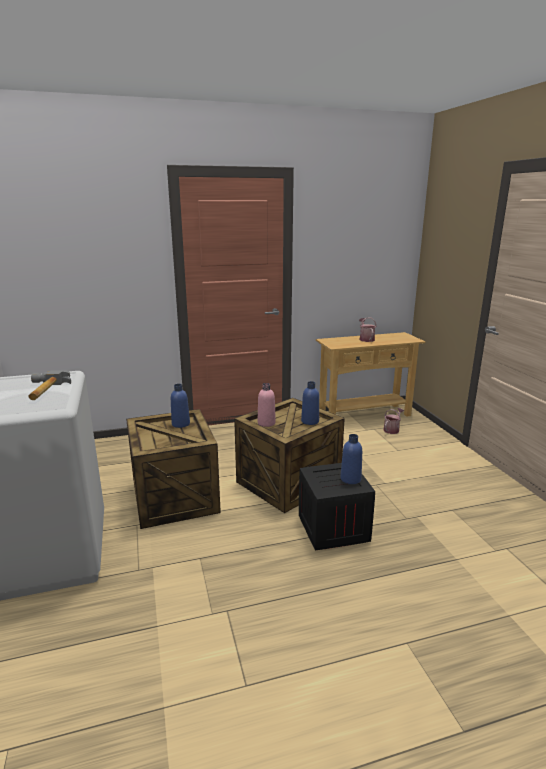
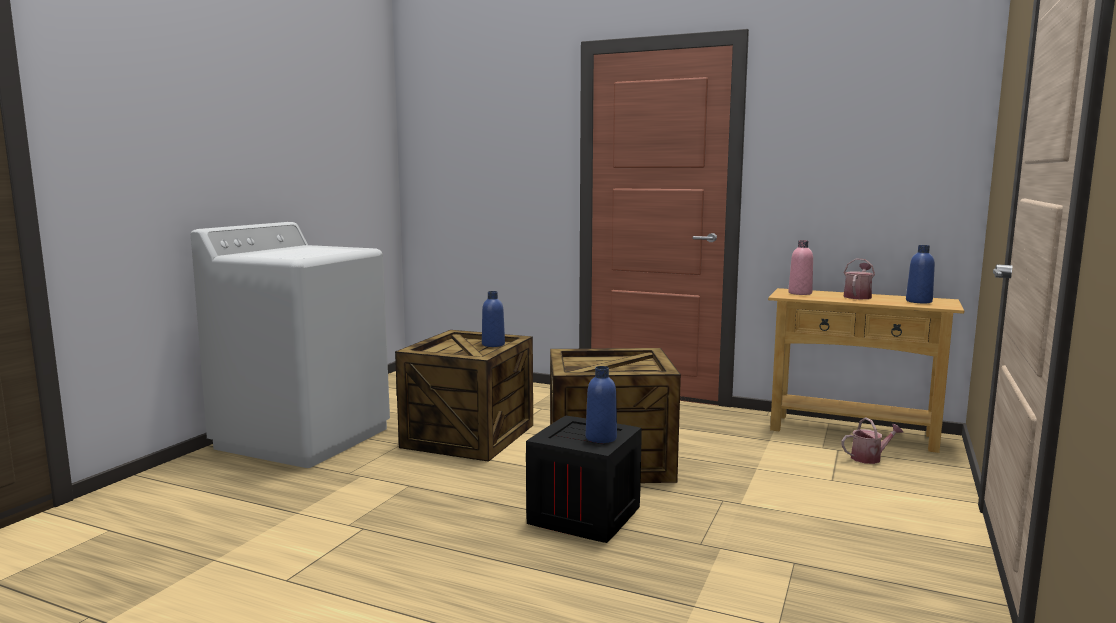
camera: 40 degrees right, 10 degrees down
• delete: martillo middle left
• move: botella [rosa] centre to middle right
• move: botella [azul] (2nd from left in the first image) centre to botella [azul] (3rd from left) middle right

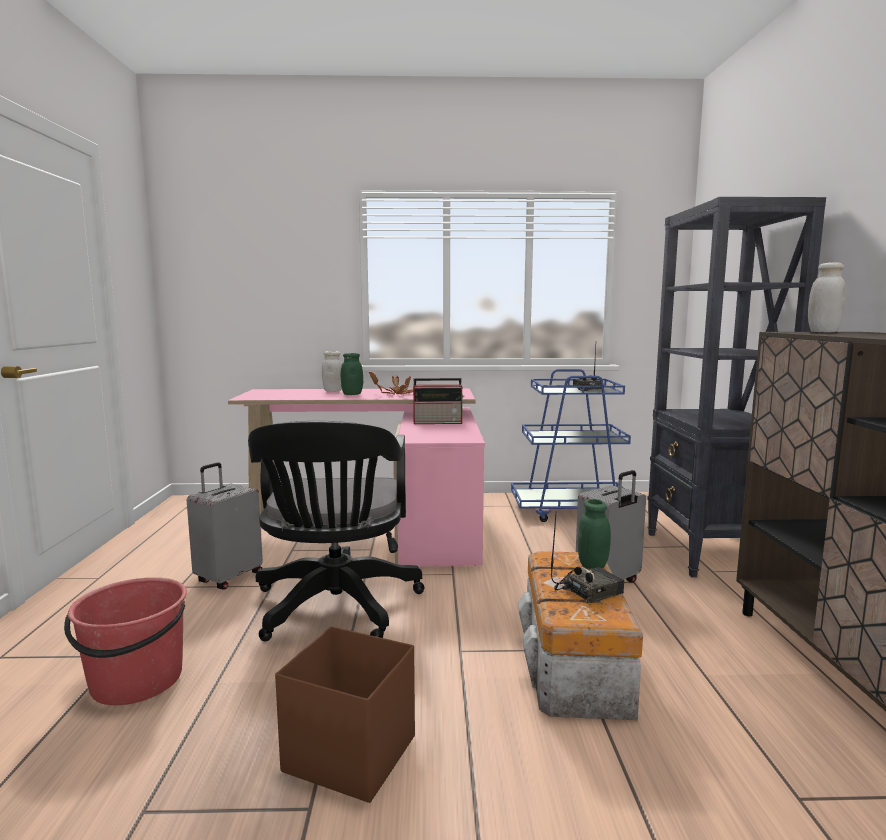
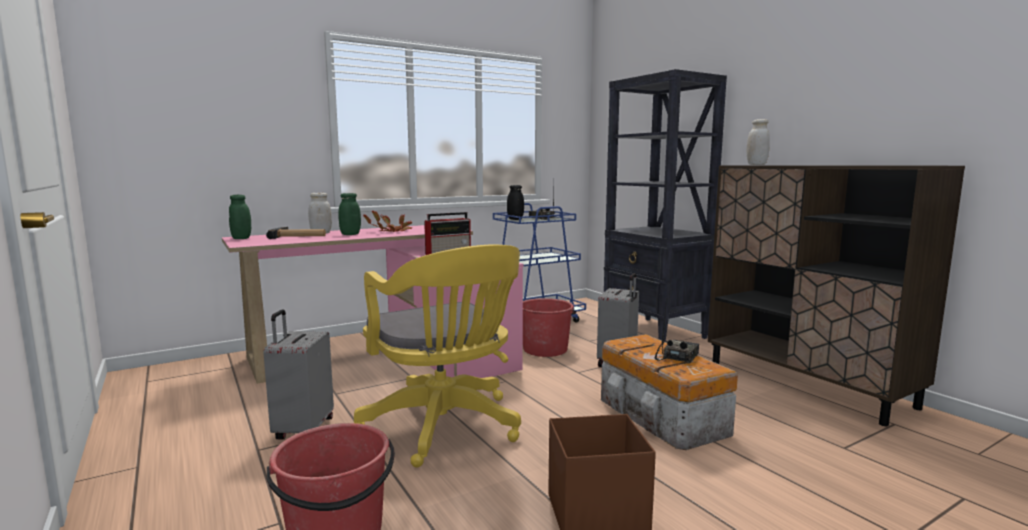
camera: 30 degrees left, 0 degrees up
• recolor: silla de oficina [negro] centre to silla de oficina [amarillo] bottom centre
• move: tarro [verde] (2nd from left in the first image) middle right to tarro [verde] (1st from left) middle left
• insert: martillo middle left
• insert: tarro [negro] centre
• insert: cubo [rojo] (2nd from left) centre

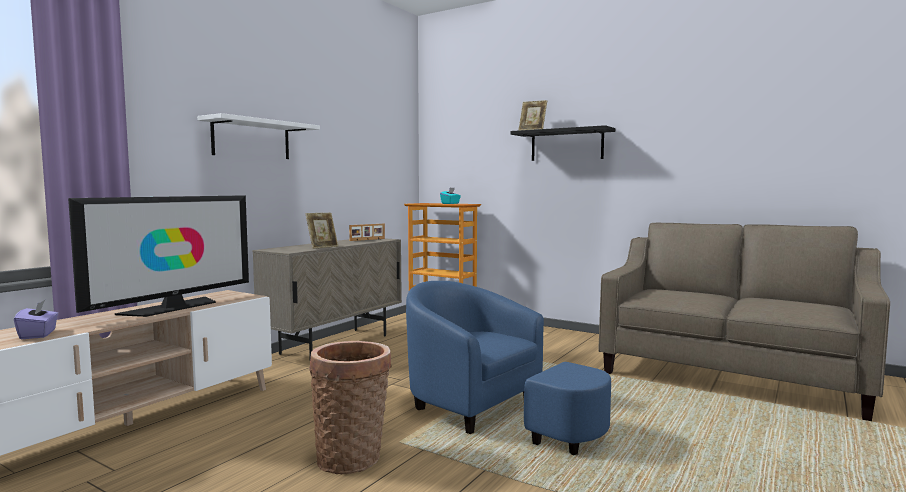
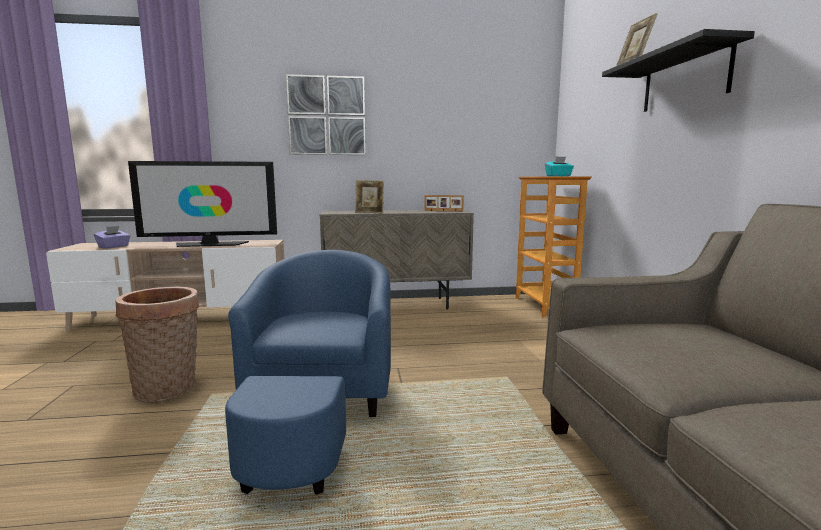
camera: 50 degrees right, 5 degrees up
• replace: estante [blanco] top left to cuadro top centre

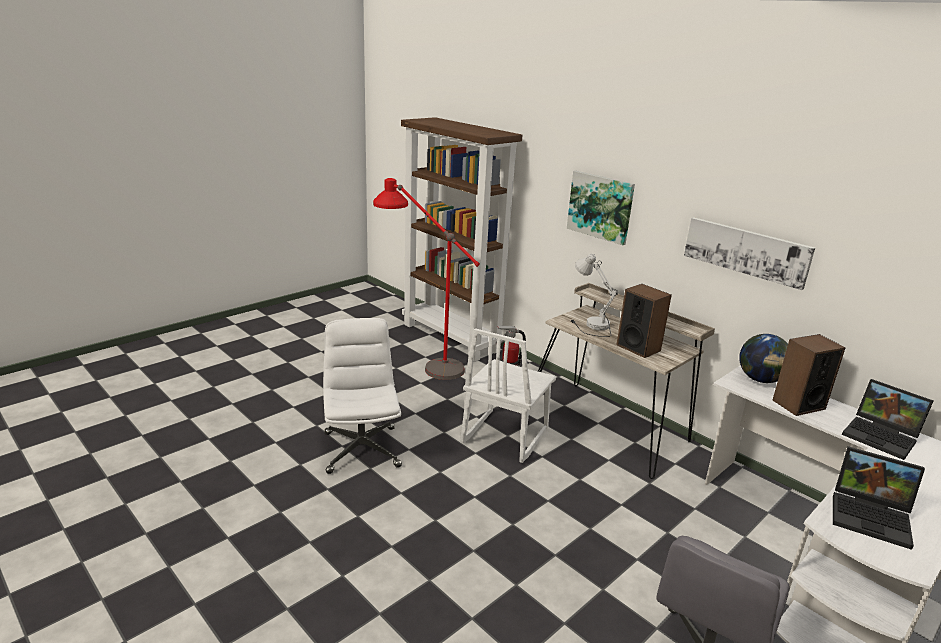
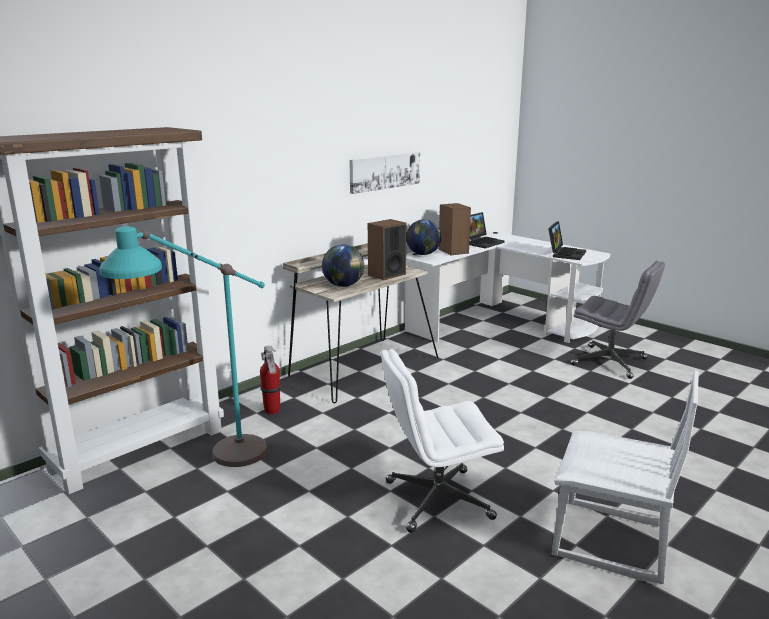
camera: 90 degrees left, 5 degrees down
• recolor: lámpara de pie [rojo] centre to lámpara de pie [turquesa] middle left
• move: silla [blanco] centre to bottom right
• delete: cuadro (1st from left) top centre
• replace: lámpara de mesa [blanco] centre to globo terráqueo (1st from left) centre

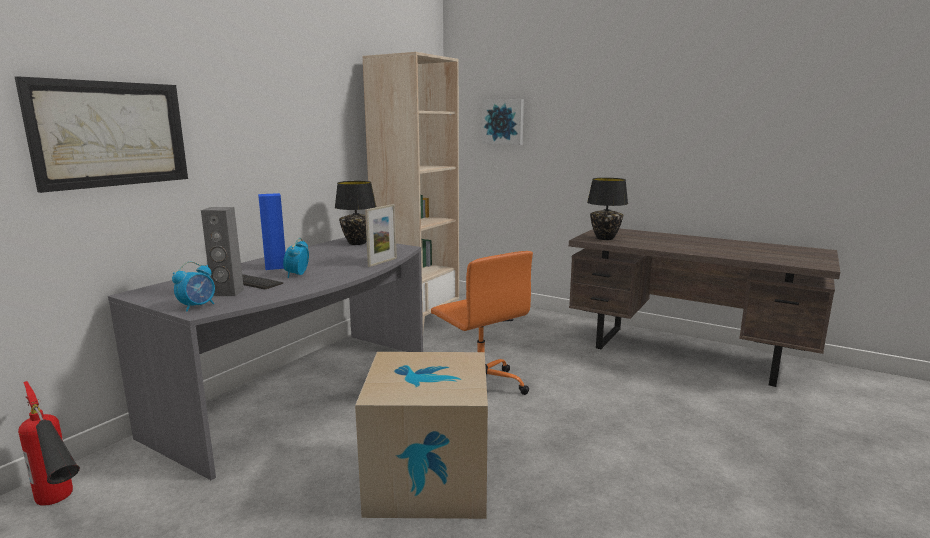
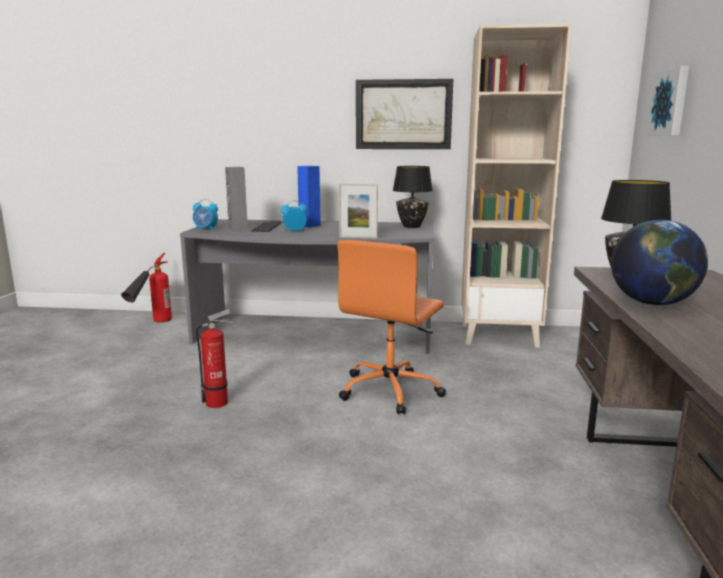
camera: 65 degrees right, 0 degrees up
• move: cuadro (1st from left) top left to top centre
• replace: caja de cartón bottom centre to extintor (2nd from left) middle left
• insert: globo terráqueo middle right

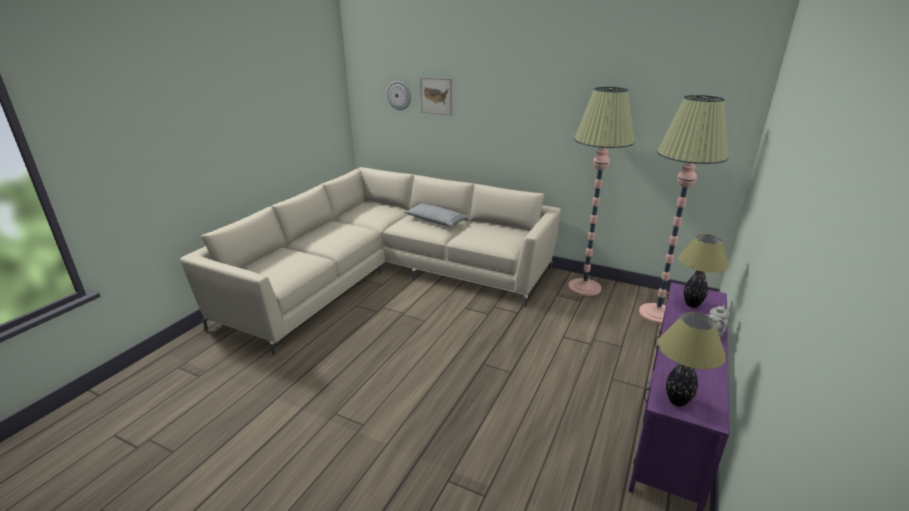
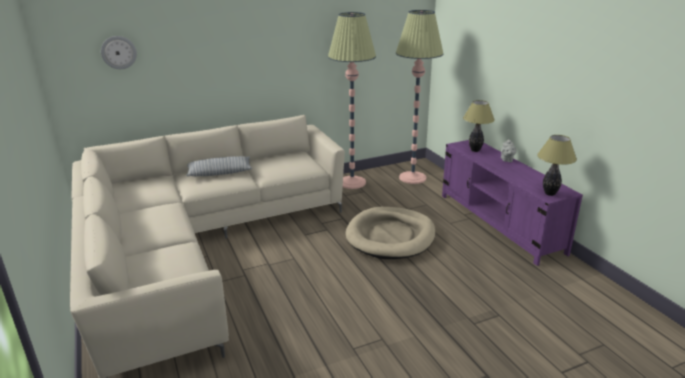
camera: 50 degrees left, 0 degrees up
• delete: cuadro top centre
• insert: cama para perro [beis] centre

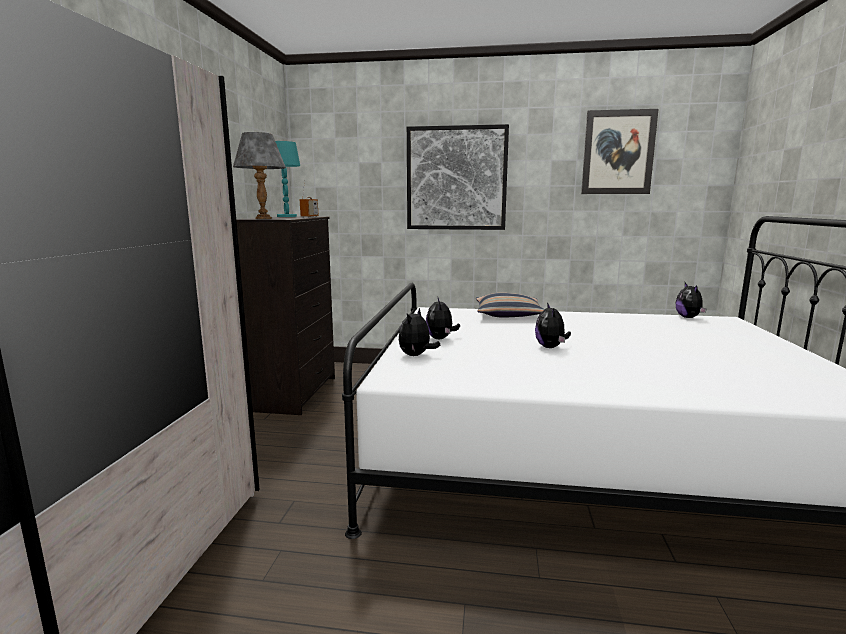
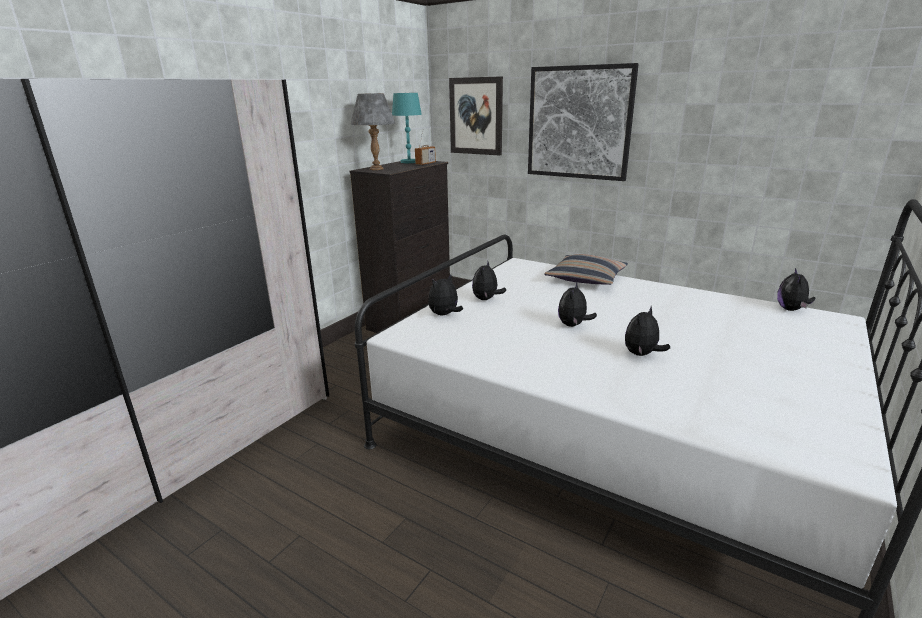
camera: 25 degrees right, 10 degrees up
• move: cuadro (2nd from left in the first image) top right to cuadro (1st from left) top centre
• insert: peluche (4th from left) middle right

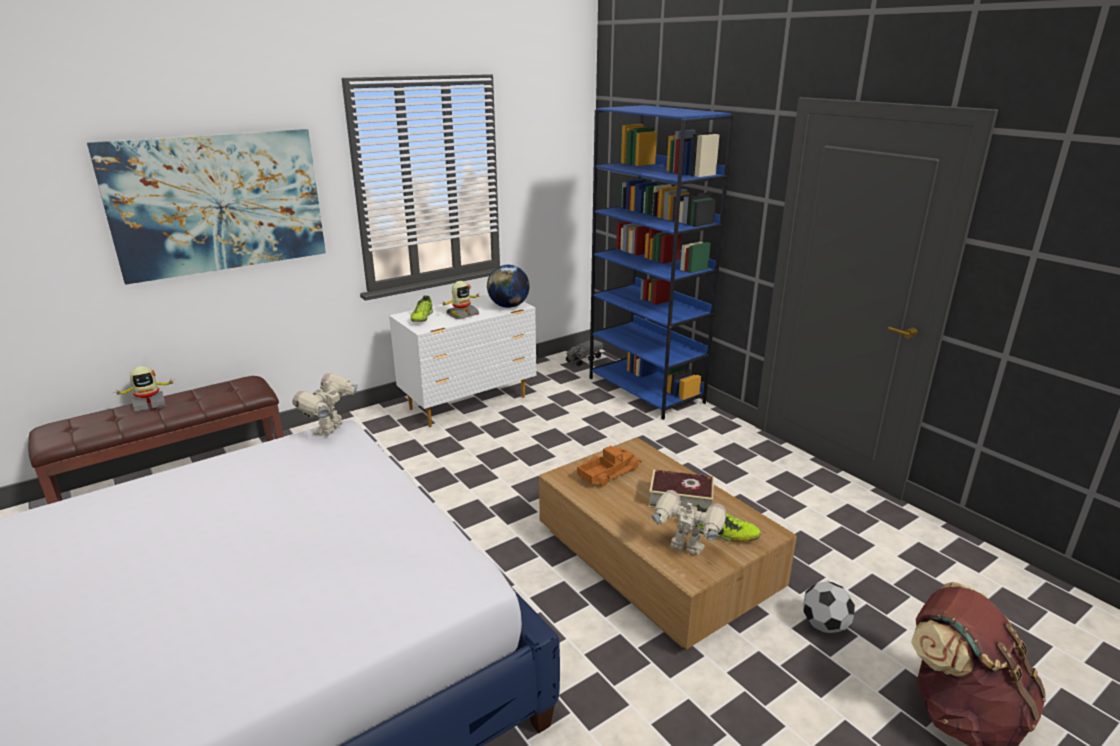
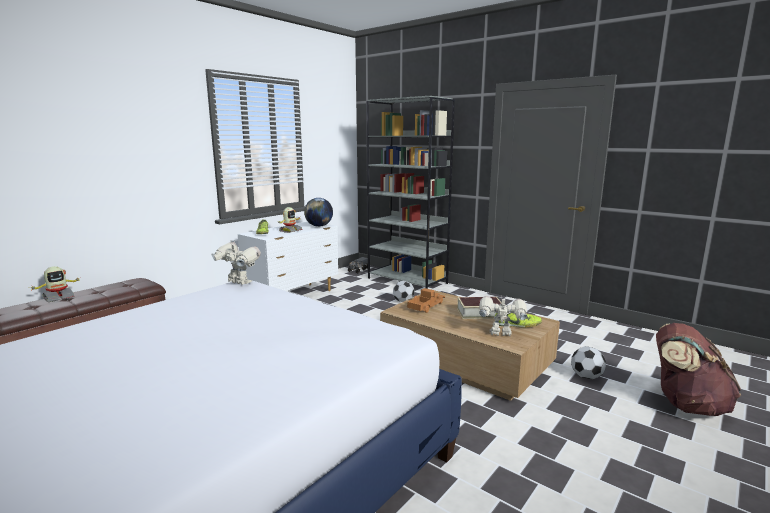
camera: 15 degrees left, 10 degrees down
• delete: cuadro top left
• rotate: robot de juguete (2nd from left) middle left = middle left 120 degrees clockwise
• recolor: estantería [azul] centre to estantería [gris] centre
• insert: balón de fútbol (1st from left) centre

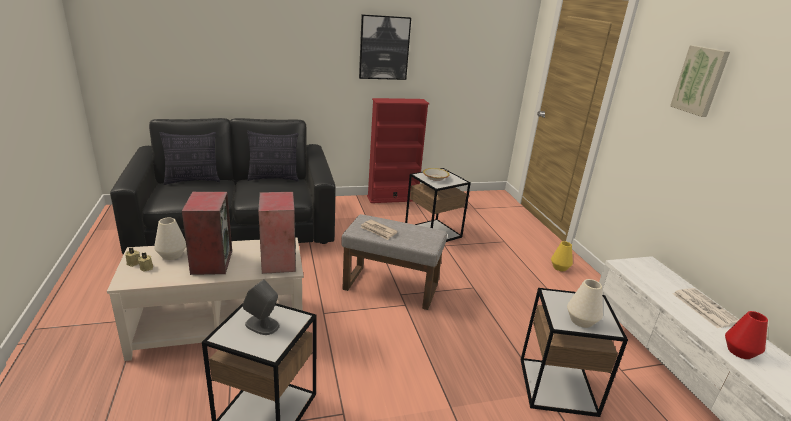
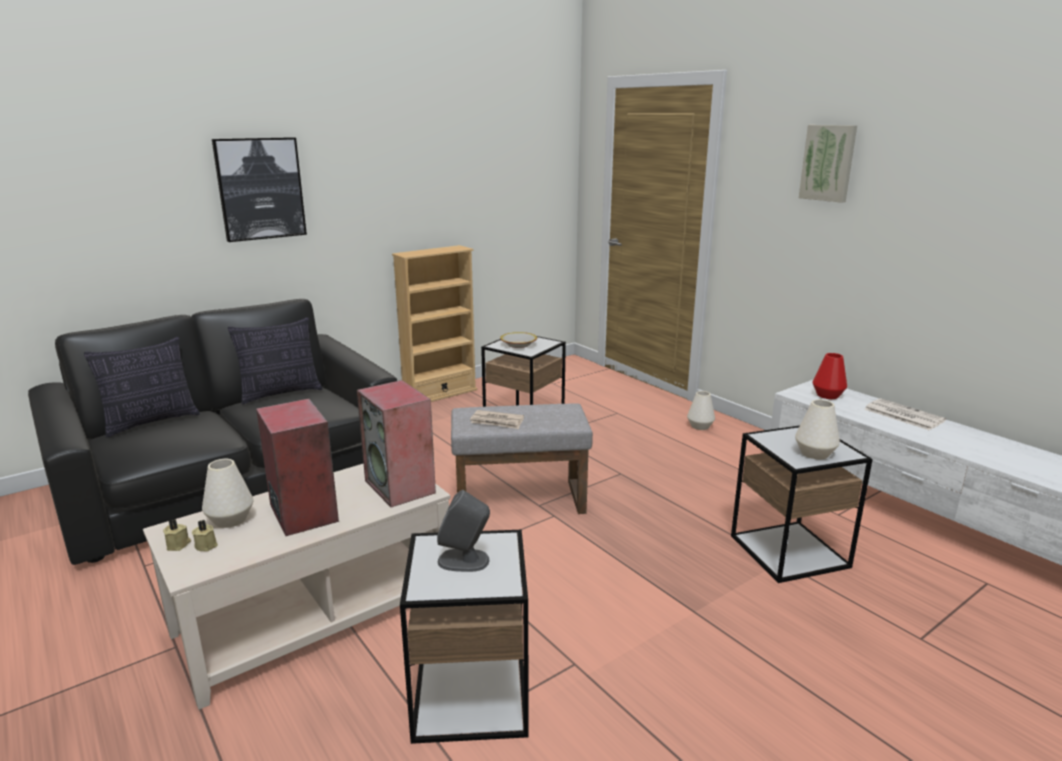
camera: 20 degrees left, 5 degrees down
• move: cuadro (1st from left) top centre to top left
• recolor: estantería [rojo] centre to estantería [beis] centre
• recolor: florero [amarillo] middle right to florero [blanco] (2nd from left) centre
• move: florero [rojo] bottom right to middle right

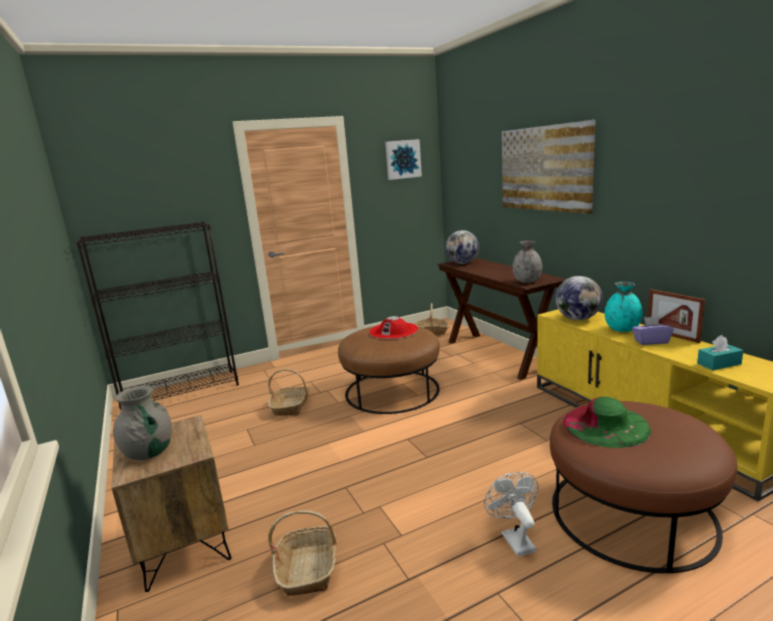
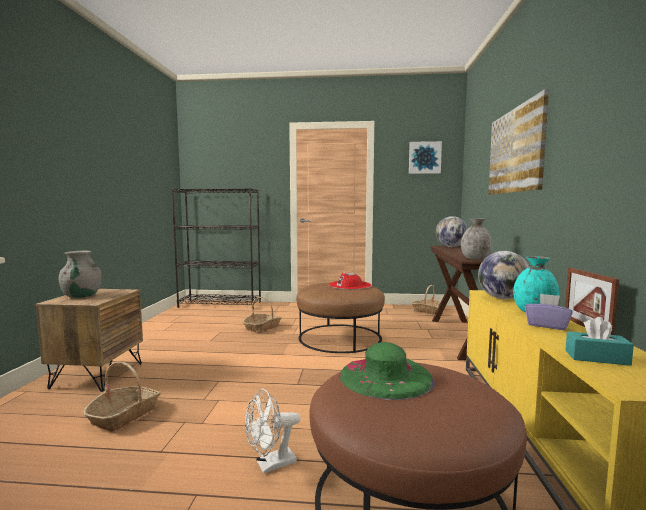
camera: 30 degrees right, 10 degrees down
• rotate: ventilador [blanco] bottom centre = bottom centre 135 degrees counterclockwise

